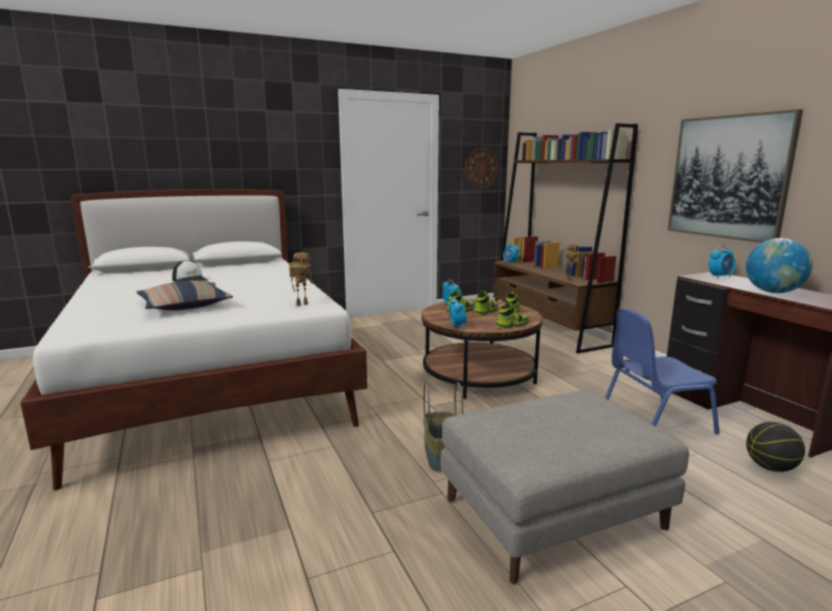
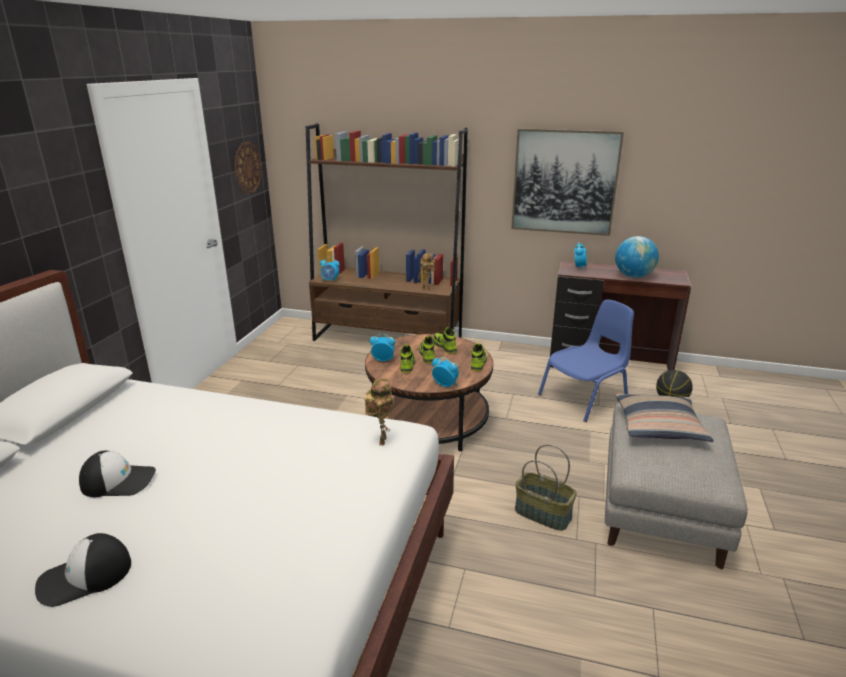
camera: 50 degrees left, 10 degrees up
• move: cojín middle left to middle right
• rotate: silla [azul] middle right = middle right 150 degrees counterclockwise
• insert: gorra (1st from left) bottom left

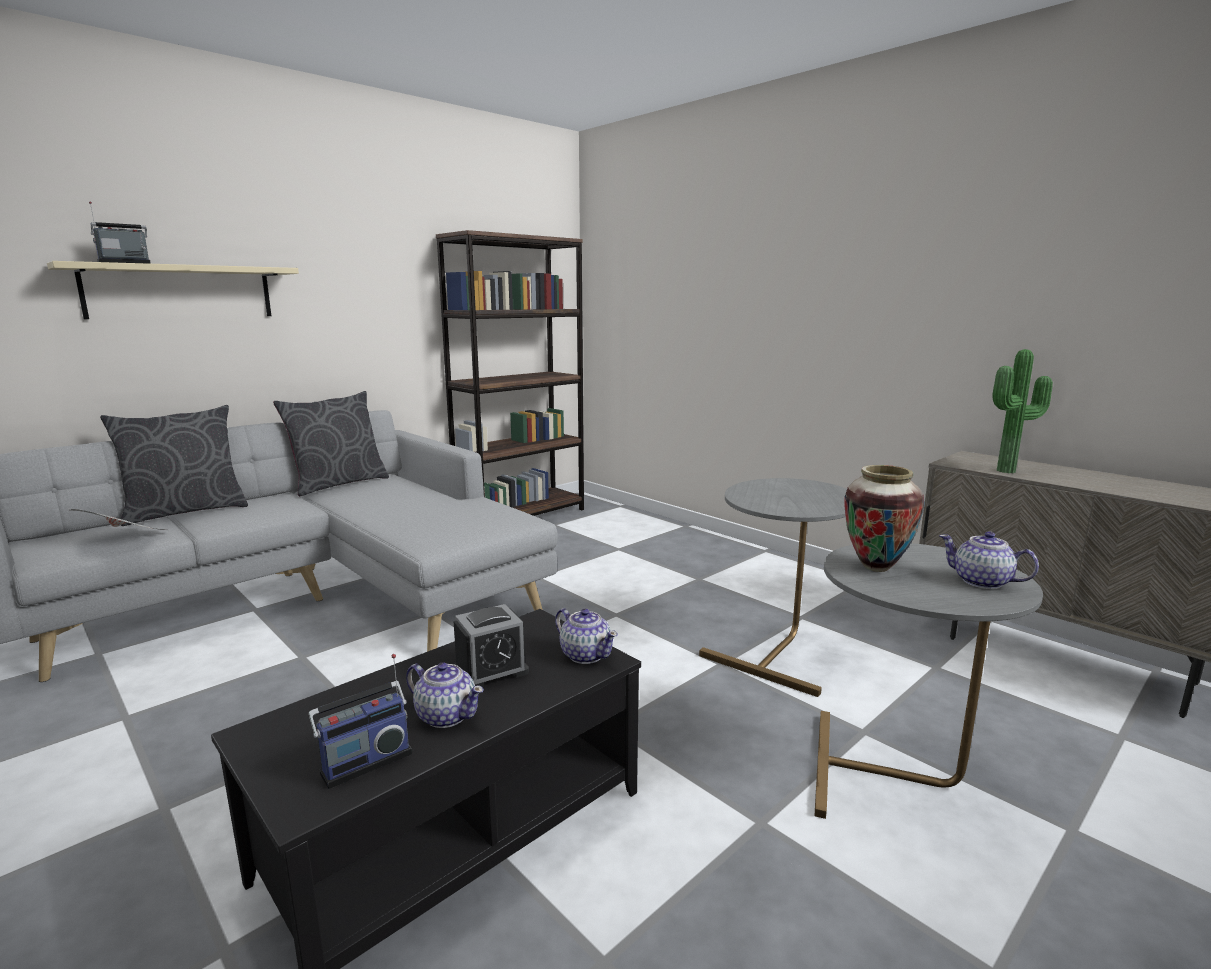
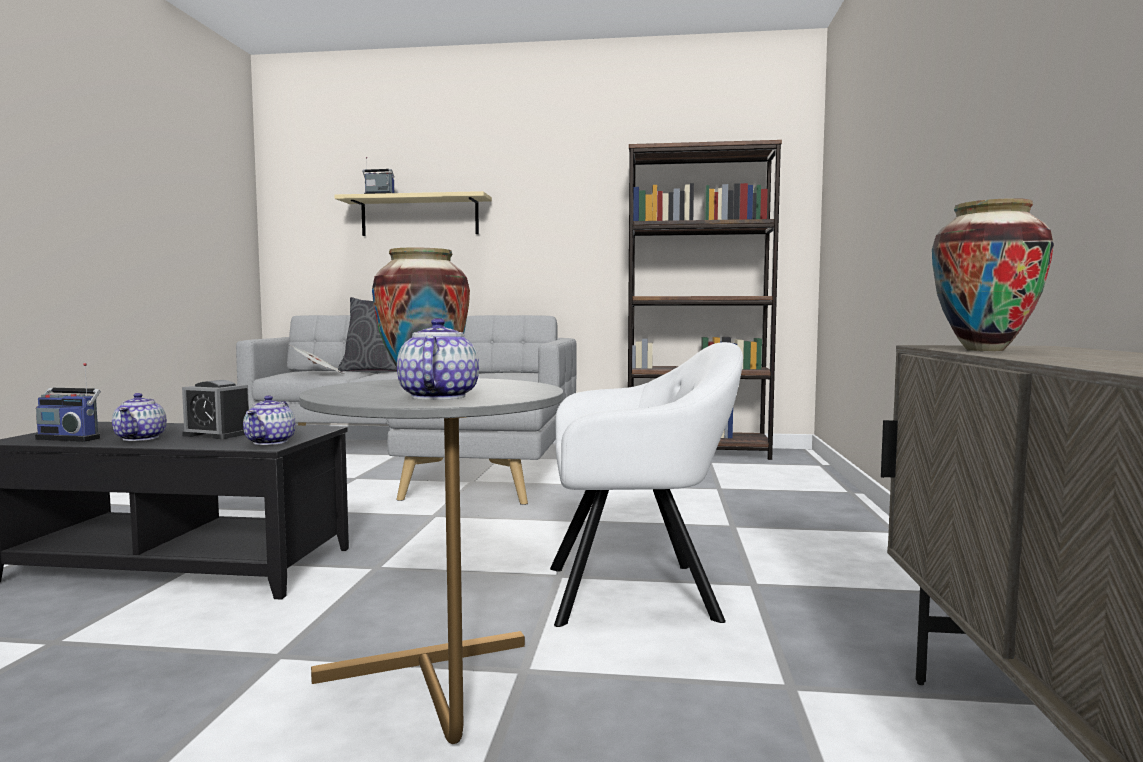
camera: 50 degrees right, 10 degrees down
• delete: cojín [gris] (2nd from left) middle left
• replace: mesa auxiliar [gris] (1st from left) centre to sillón [blanco] centre
• replace: planta en maceta middle right to florero (2nd from left) middle right

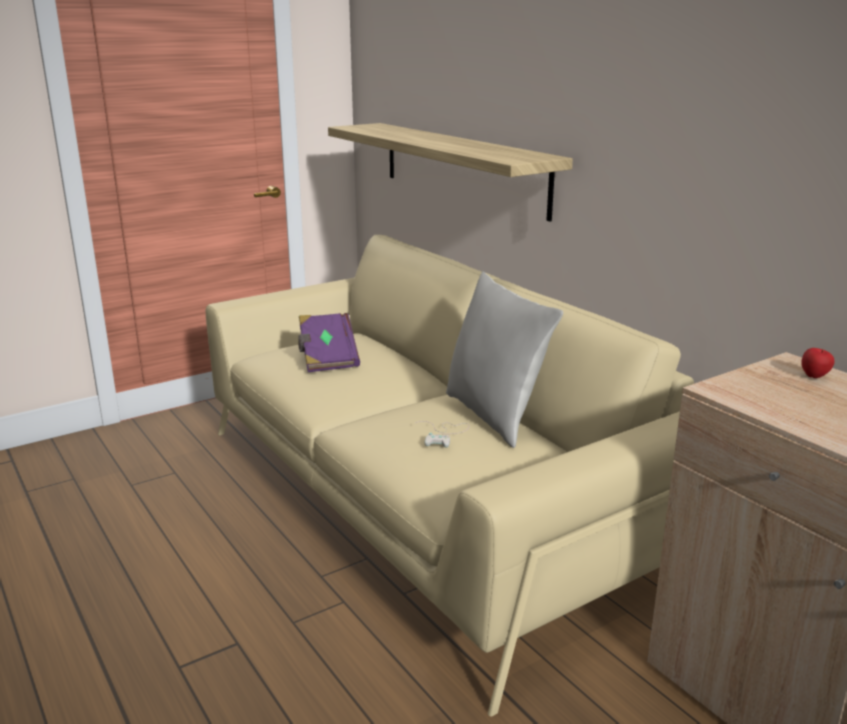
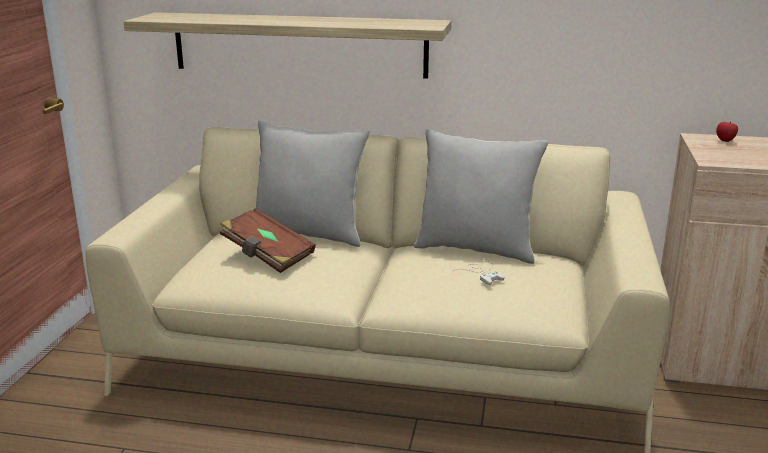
camera: 45 degrees left, 0 degrees up
• recolor: libro [morado] centre to libro [marrón] centre
• insert: cojín [gris] (1st from left) centre

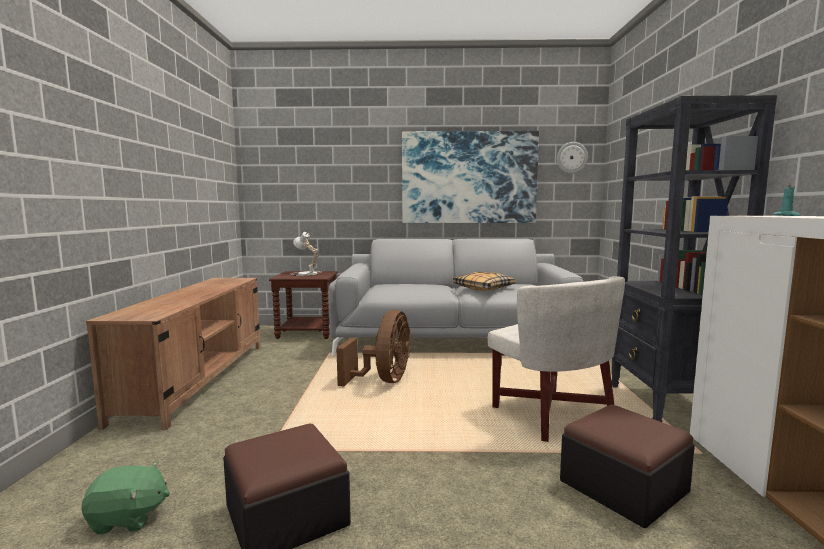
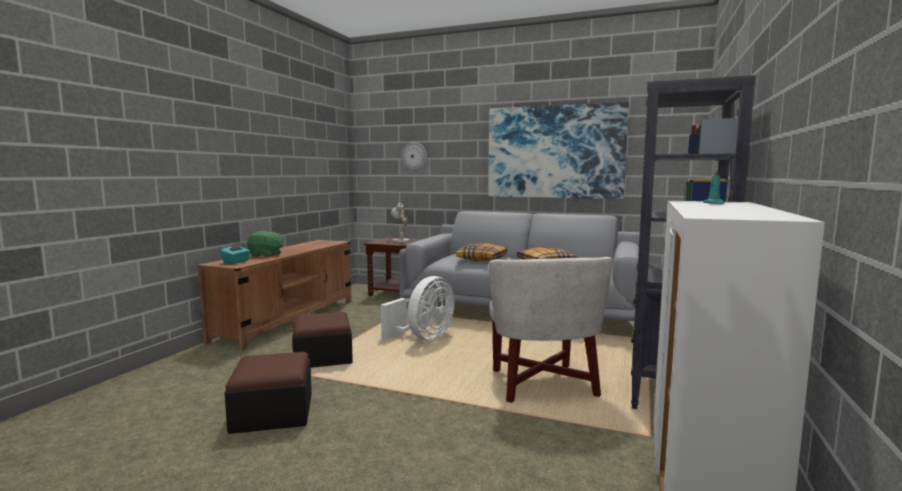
camera: 20 degrees right, 0 degrees up
• move: peluche [verde] bottom left to middle left
• recolor: ventilador [marrón] centre to ventilador [blanco] centre
• move: reloj de pared top right to top centre
• move: puf (2nd from left) bottom right to bottom centre
• insert: caja de pañuelos [turquesa] middle left
• insert: cojín (1st from left) centre

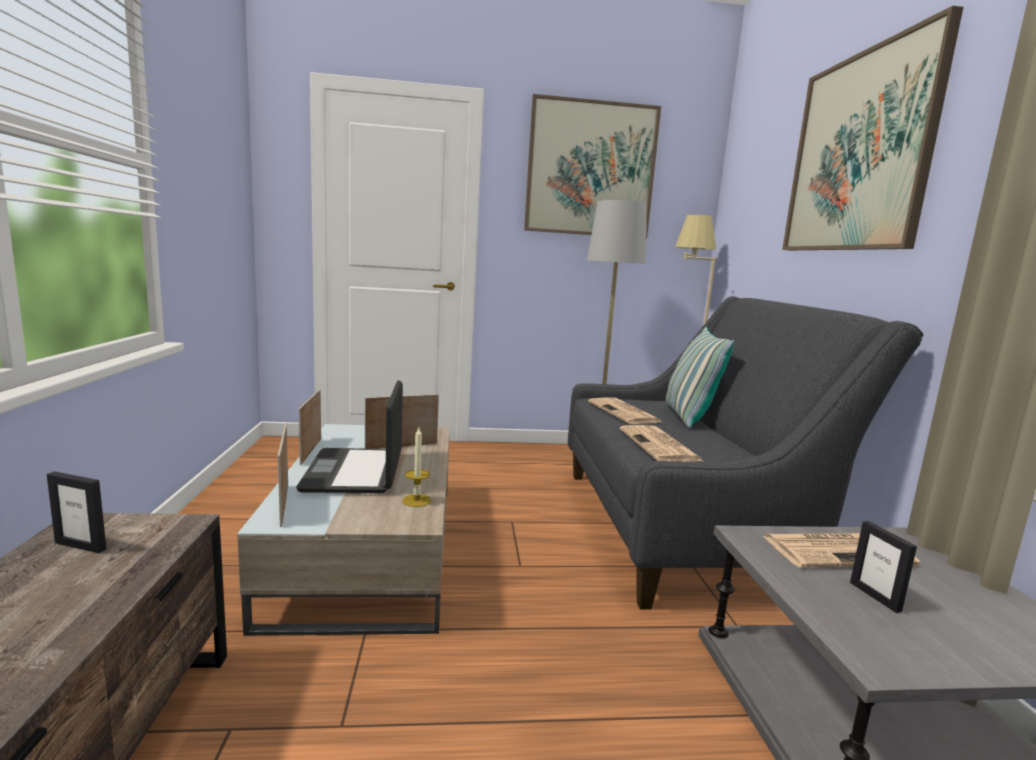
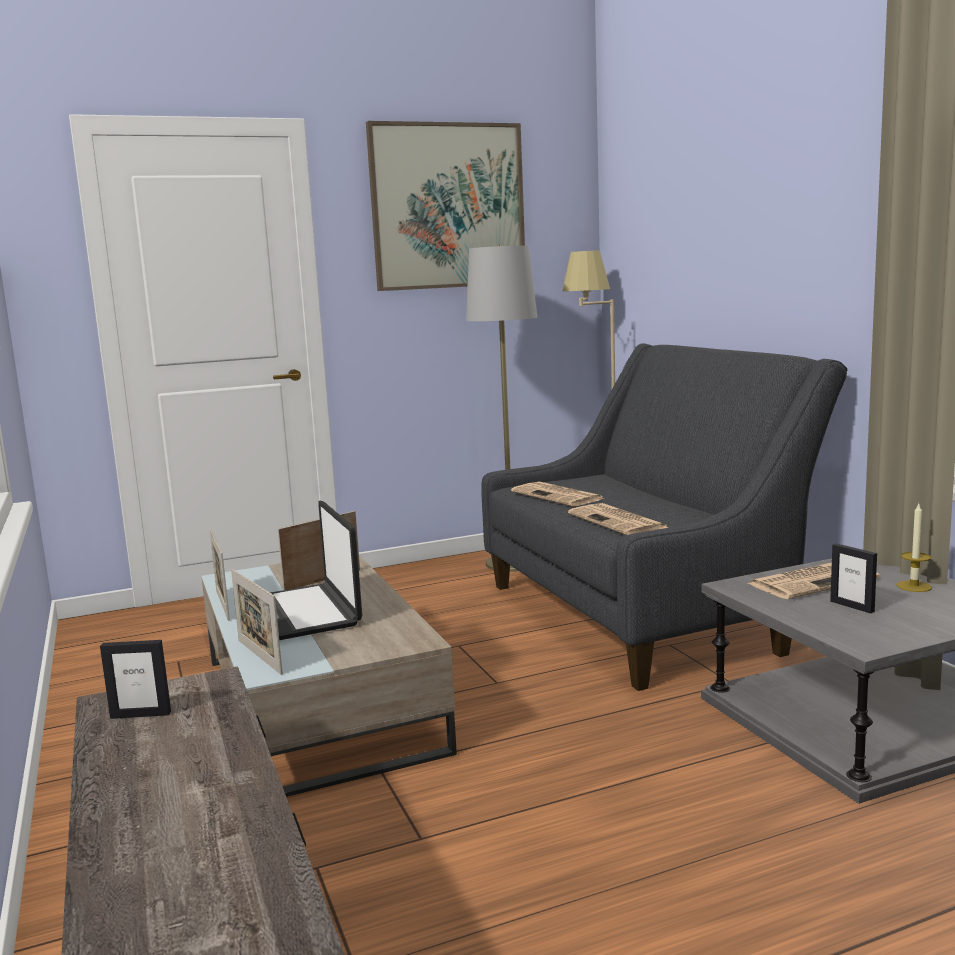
camera: 15 degrees left, 0 degrees up
• move: vela centre to middle right
• delete: cojín middle right
• delete: cuadro (2nd from left) top right

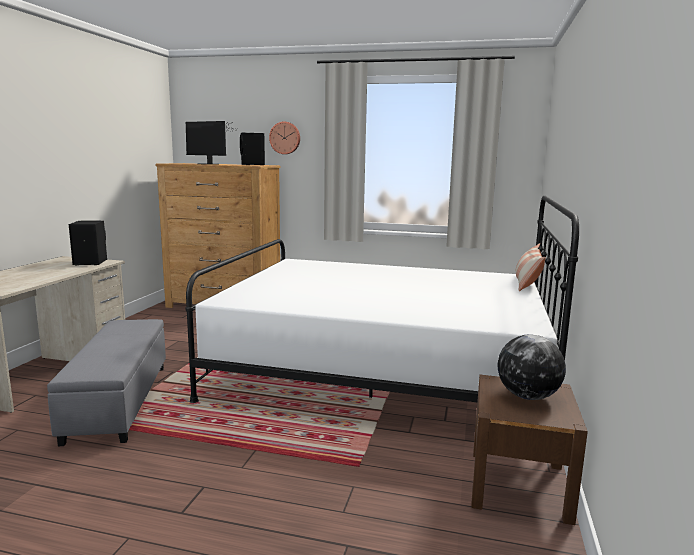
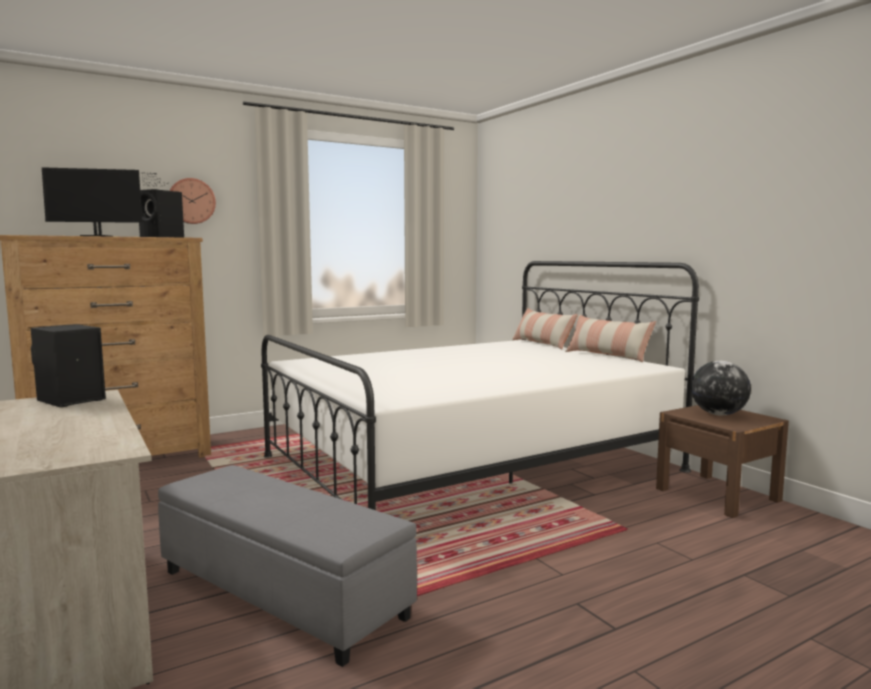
camera: 45 degrees left, 5 degrees down
• insert: cojín (2nd from left) middle right

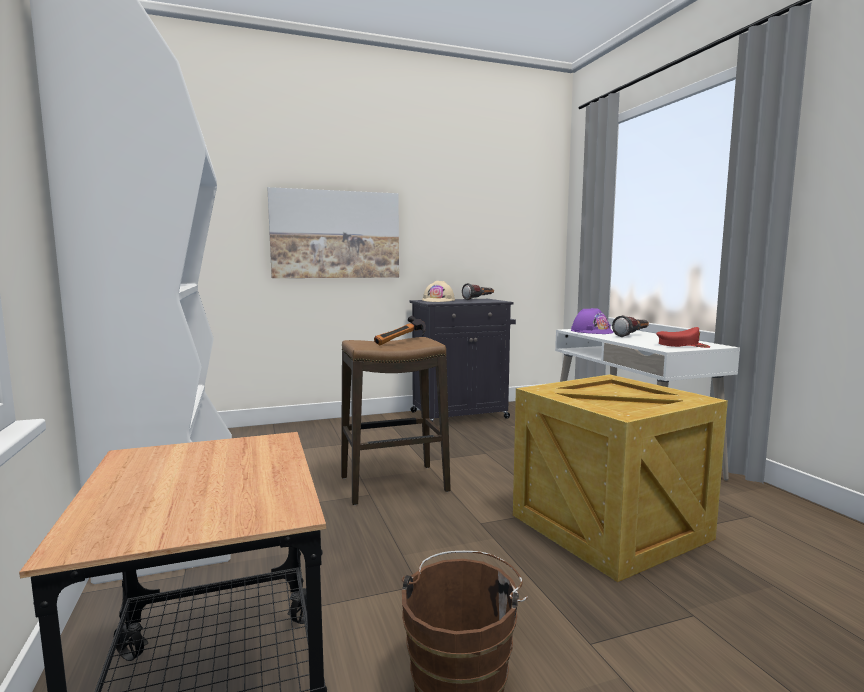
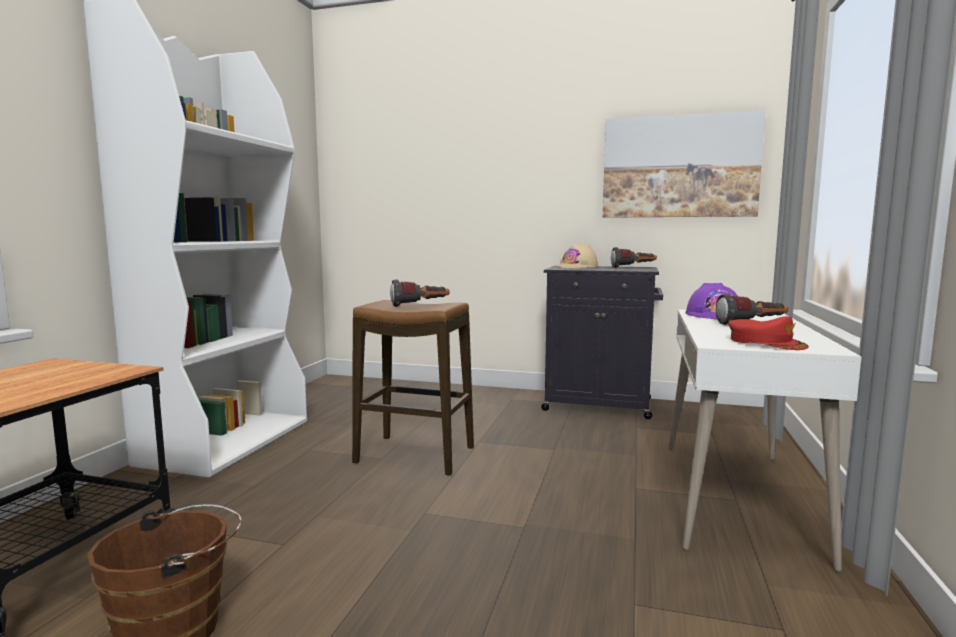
camera: 35 degrees right, 0 degrees up
• move: cuadro centre to top right
• replace: martillo centre to linterna (1st from left) centre
• delete: caja de embalaje bottom right

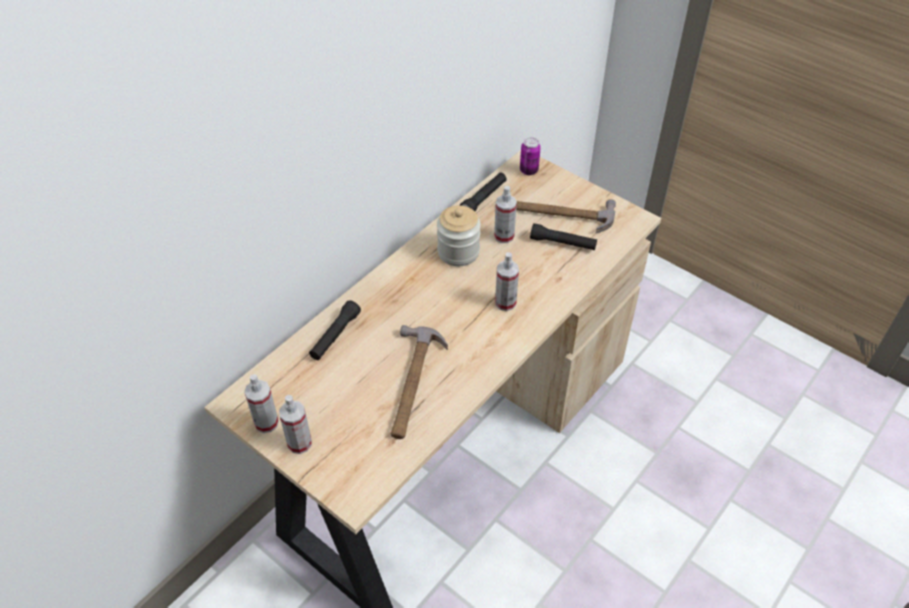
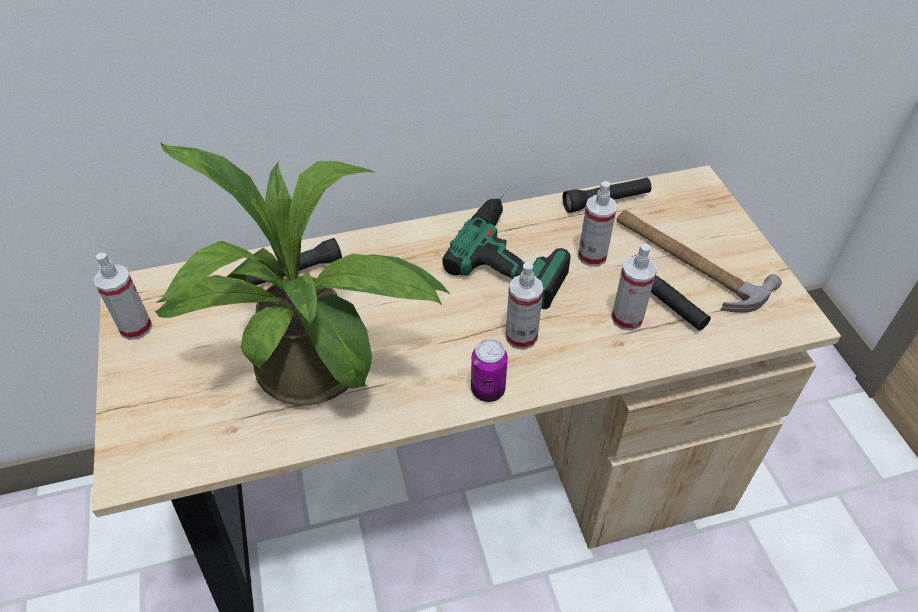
camera: 35 degrees right, 0 degrees up
• move: pulverizador (2nd from left in the first image) bottom left to pulverizador (4th from left) middle right
• replace: martillo (1st from left) centre to planta en maceta middle left
• replace: tarro centre to taladro centre
• move: lata top centre to centre

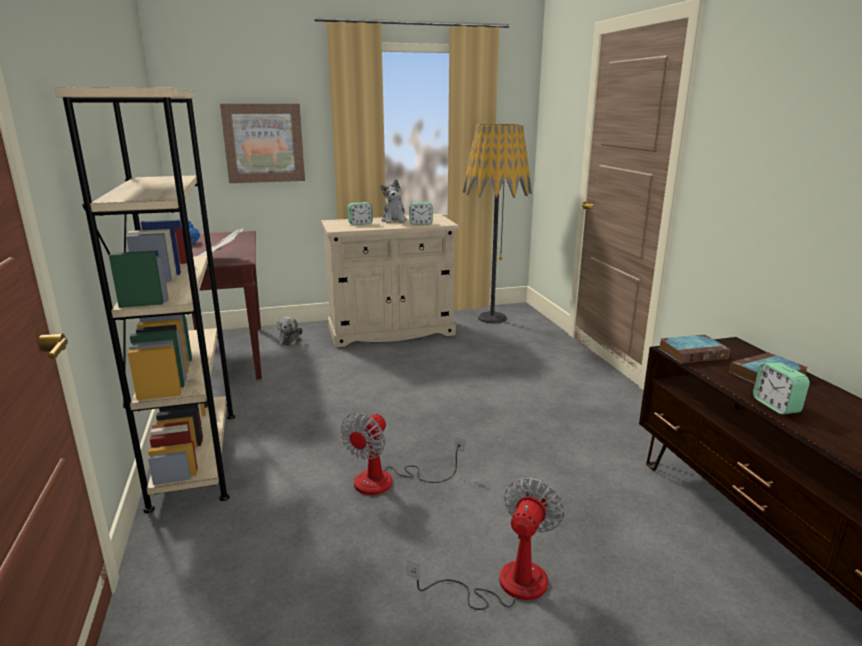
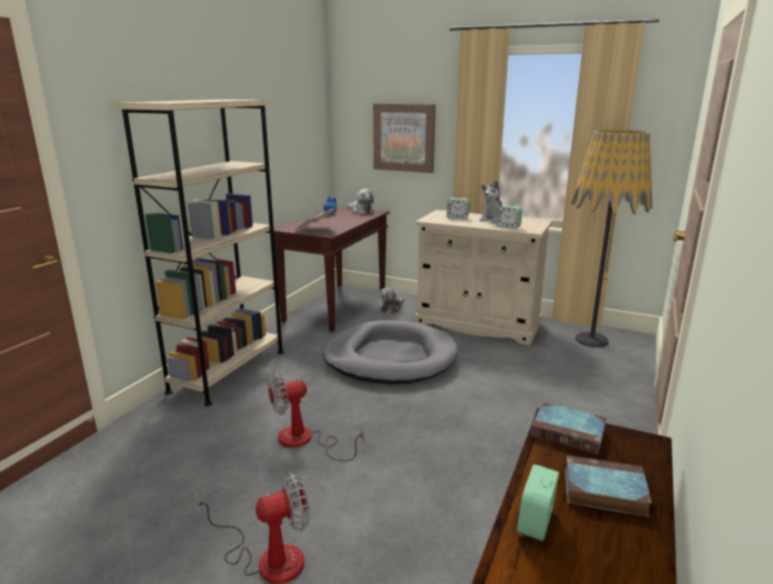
camera: 40 degrees right, 0 degrees up
• insert: cama para perro [gris] centre
• insert: peluche (1st from left) centre

